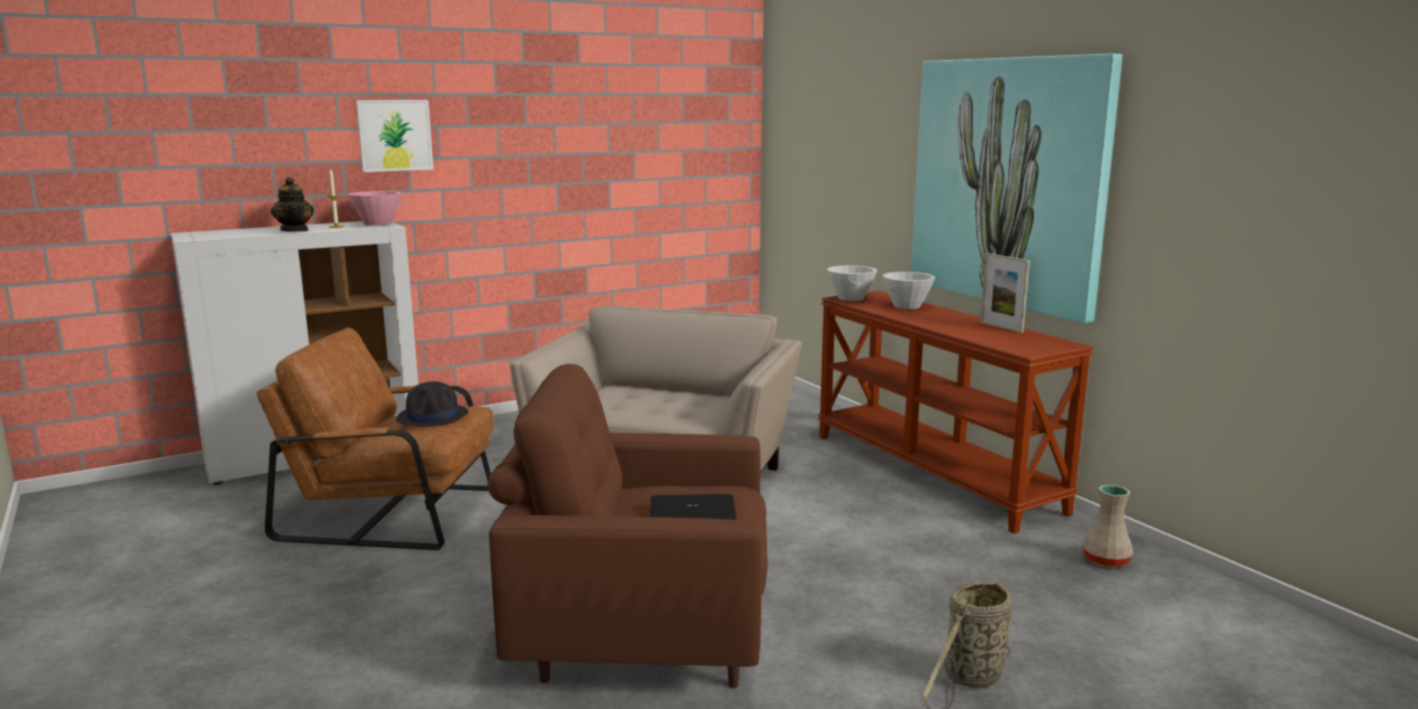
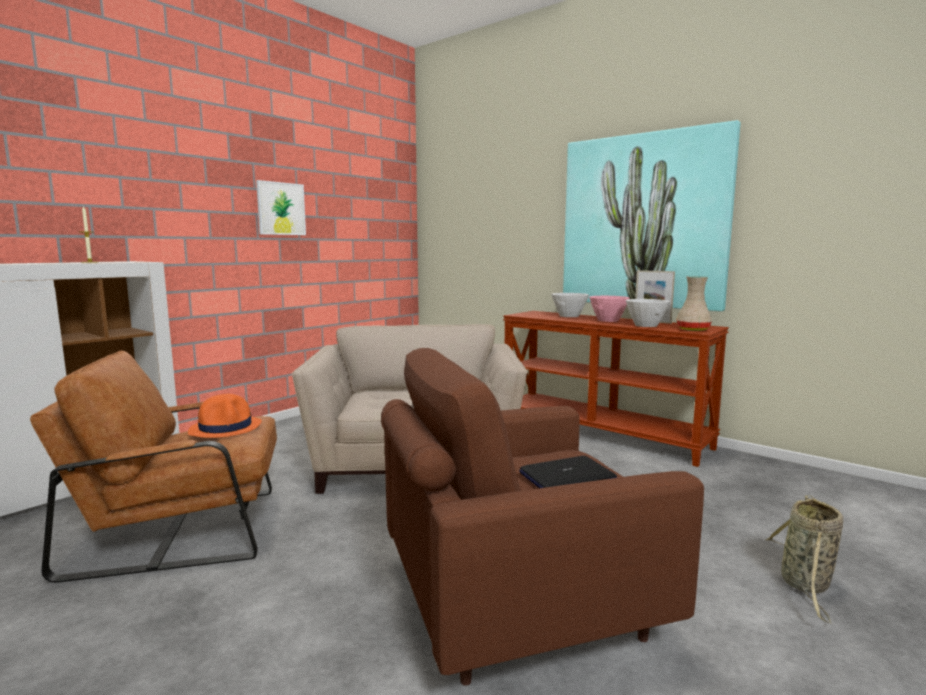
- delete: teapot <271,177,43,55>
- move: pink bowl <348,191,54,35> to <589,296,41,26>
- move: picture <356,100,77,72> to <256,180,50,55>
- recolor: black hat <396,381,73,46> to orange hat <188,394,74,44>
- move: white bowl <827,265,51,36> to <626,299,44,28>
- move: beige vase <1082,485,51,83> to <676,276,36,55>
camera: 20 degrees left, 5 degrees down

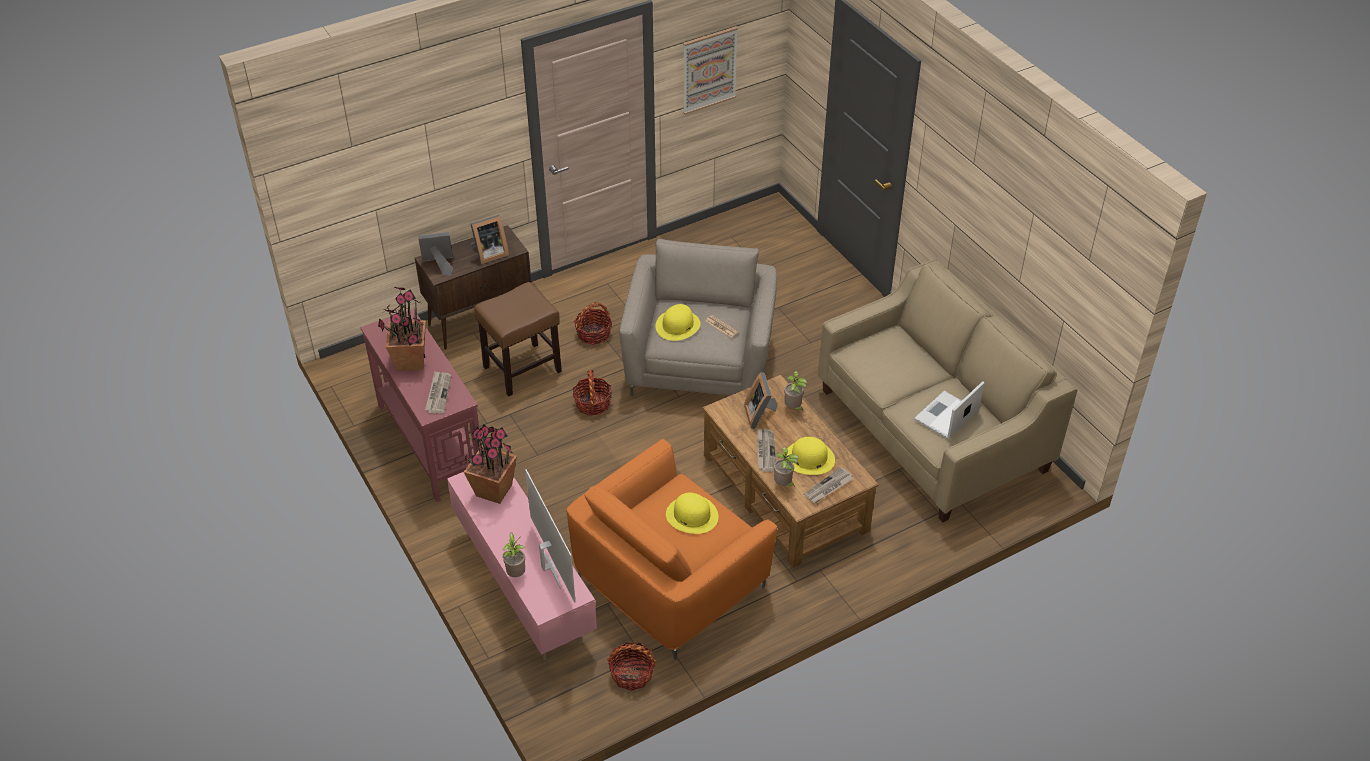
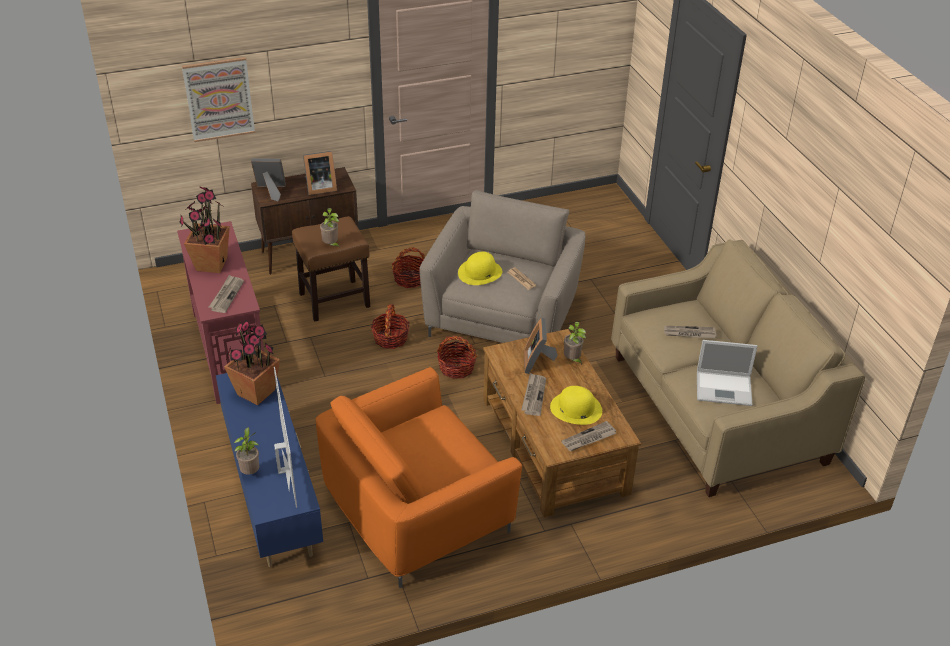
- recolor: pink tv stand <447,472,150,189> to blue tv stand <216,373,107,194>
- move: basket <607,642,49,49> to <437,335,40,44>
- delete: yellow hat <666,493,53,41>
- move: picture <683,26,55,89> to <182,57,73,85>
- move: potted plant <774,447,25,40> to <320,208,20,40>
- rotate: laptop <914,381,71,58> = <697,340,60,66> 135 degrees counterclockwise
- insert: newspaper <664,326,53,13>
camera: 10 degrees right, 5 degrees down

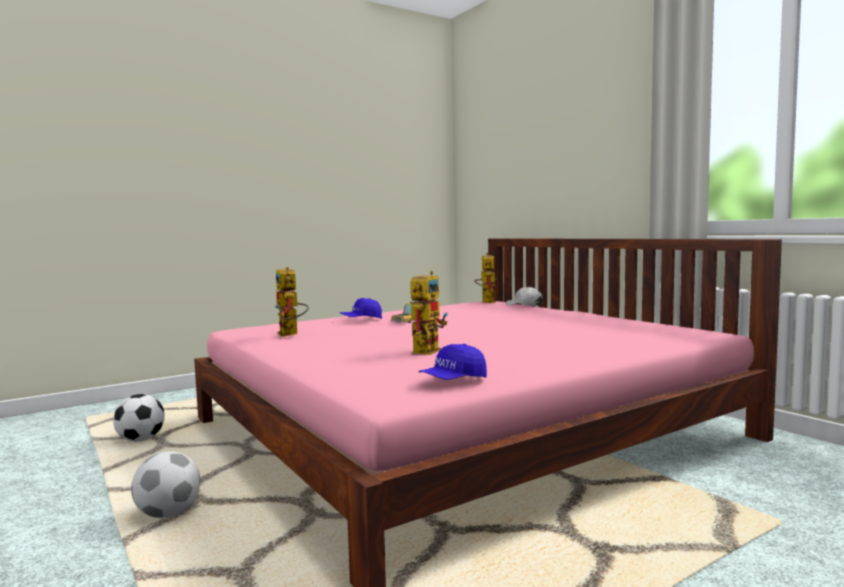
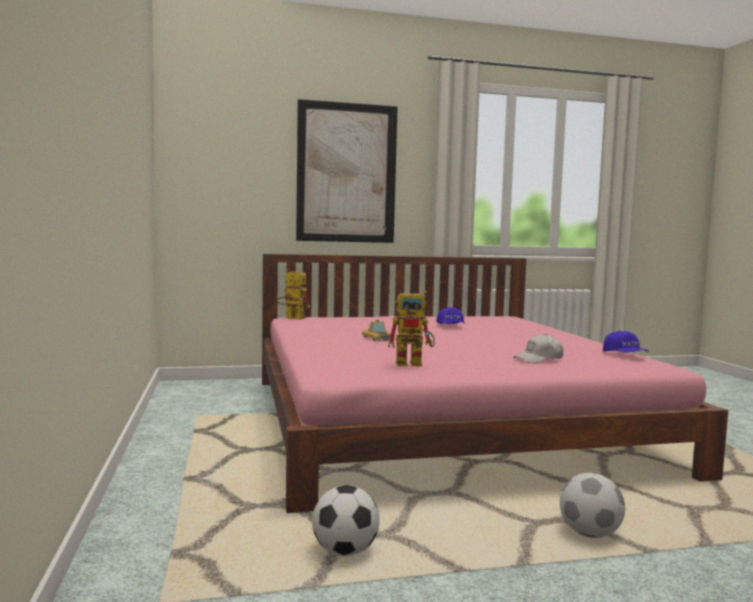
- move: blue cap <339,298,43,21> to <436,307,29,17>
- delete: toy robot <411,271,37,84>
- move: white cap <506,287,37,19> to <513,334,51,29>
- insert: picture <296,99,102,144>
camera: 70 degrees left, 0 degrees up

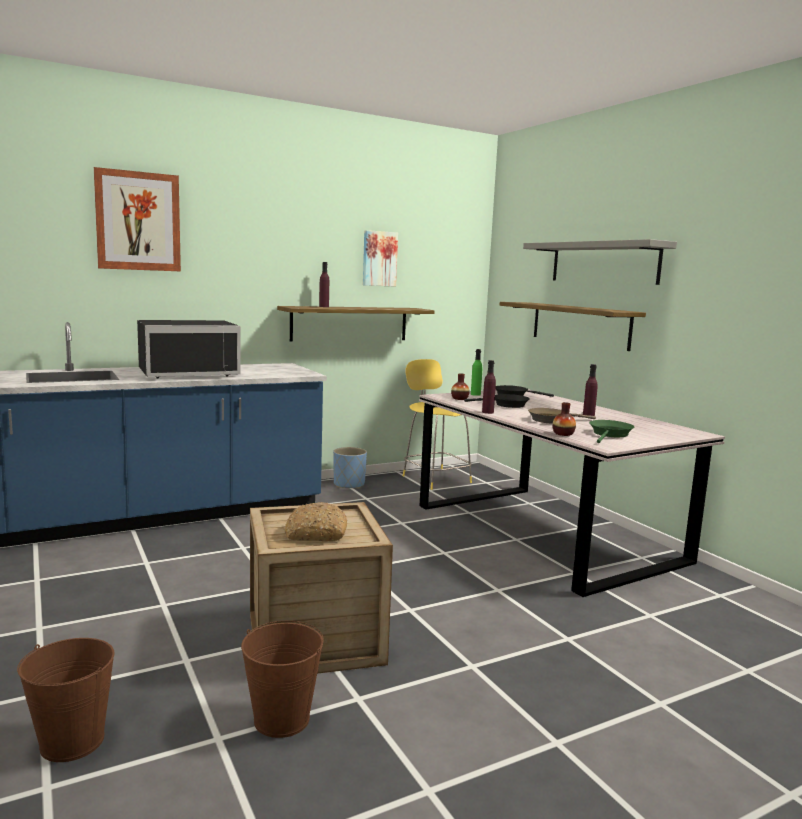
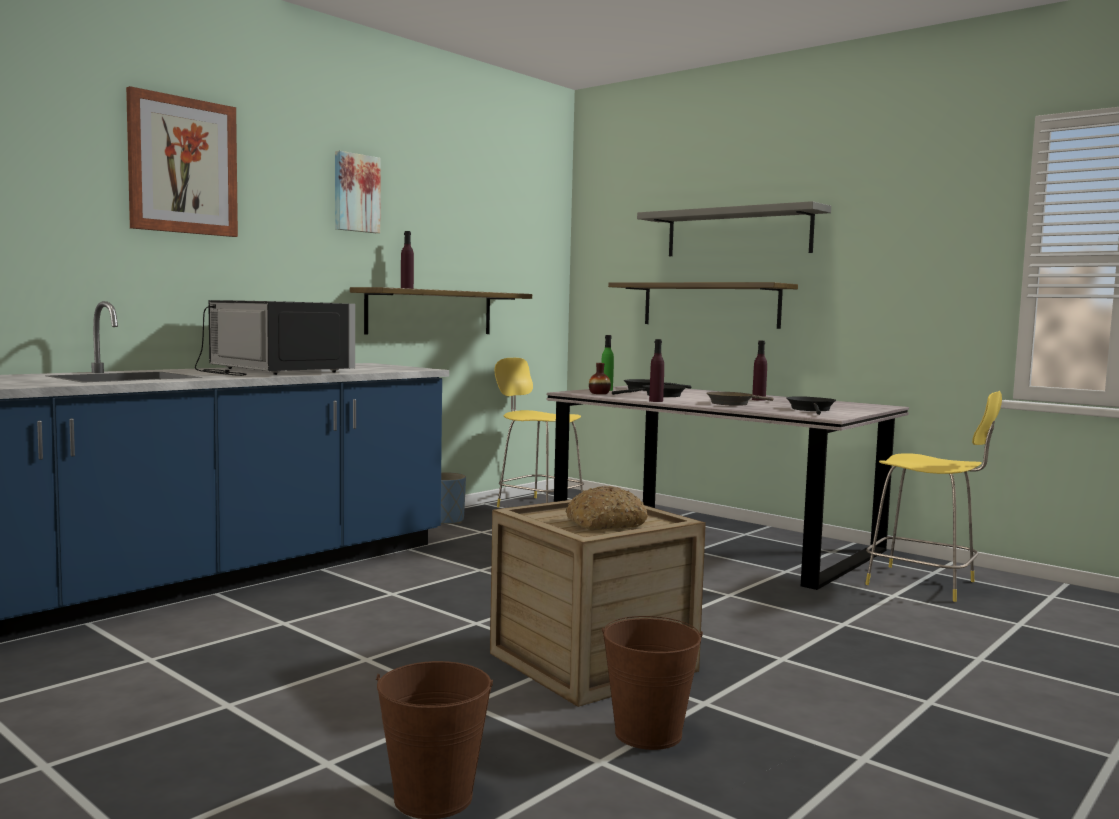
- rotate: black microwave <137,320,104,59> = <195,300,160,76> 90 degrees counterclockwise
- move: picture <363,230,35,57> to <335,151,46,82>
- delete: vase <553,402,23,34>
- recolor: green frying pan <589,420,46,23> to black frying pan <787,396,49,19>
- insert: yellow stool <865,391,137,211>
camera: 20 degrees left, 5 degrees down

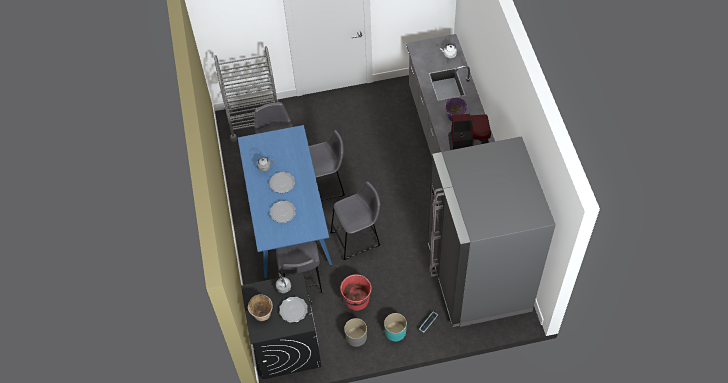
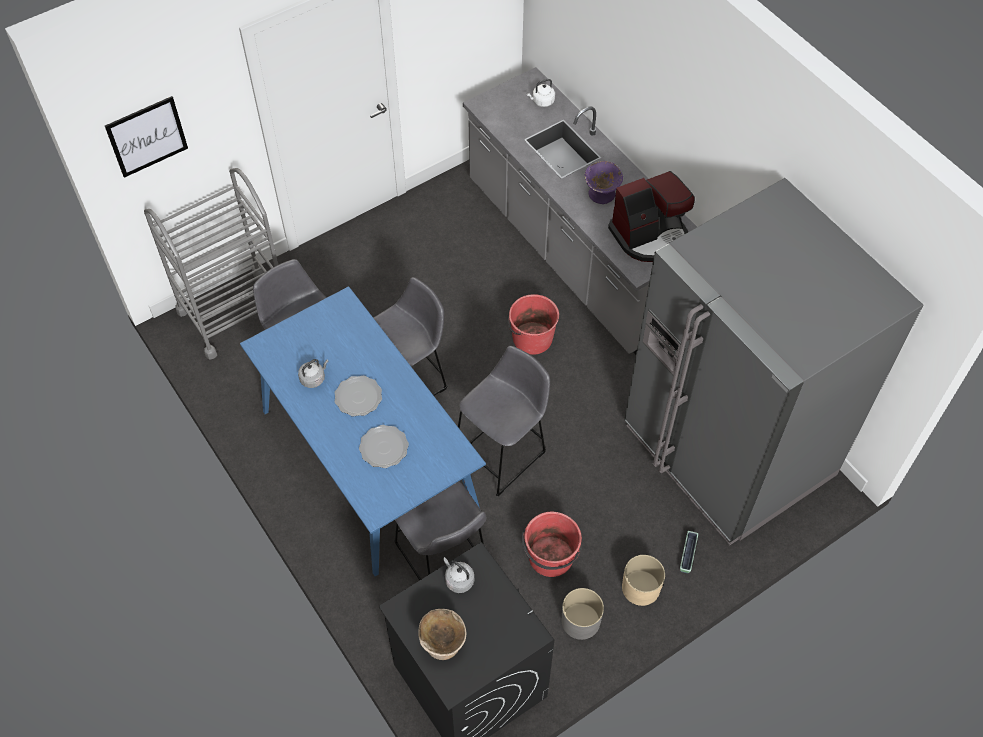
- delete: plate <279,297,29,26>
- recolor: turquoise planter <384,313,23,28> to beige planter <622,555,43,51>
- insert: picture <105,96,83,82>
- insert: red bucket <508,294,51,61>
camera: 25 degrees left, 0 degrees up

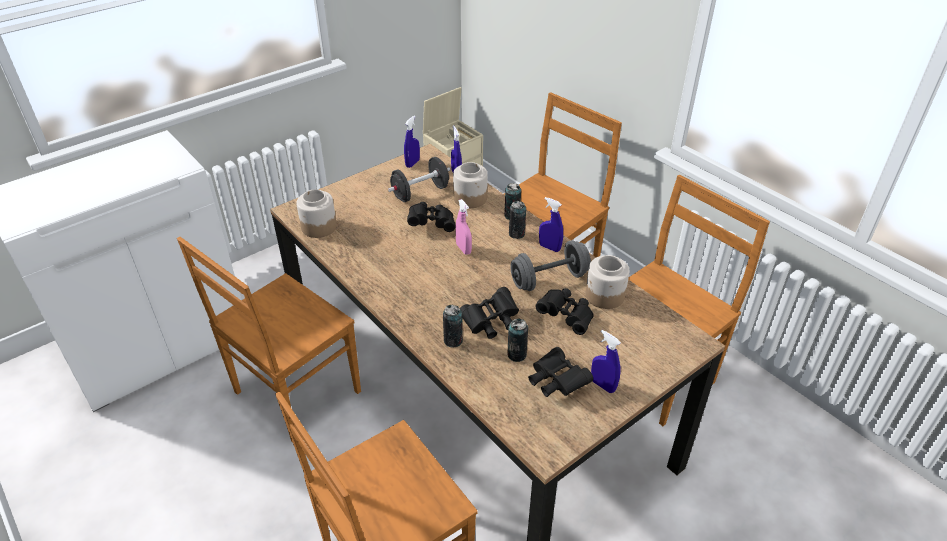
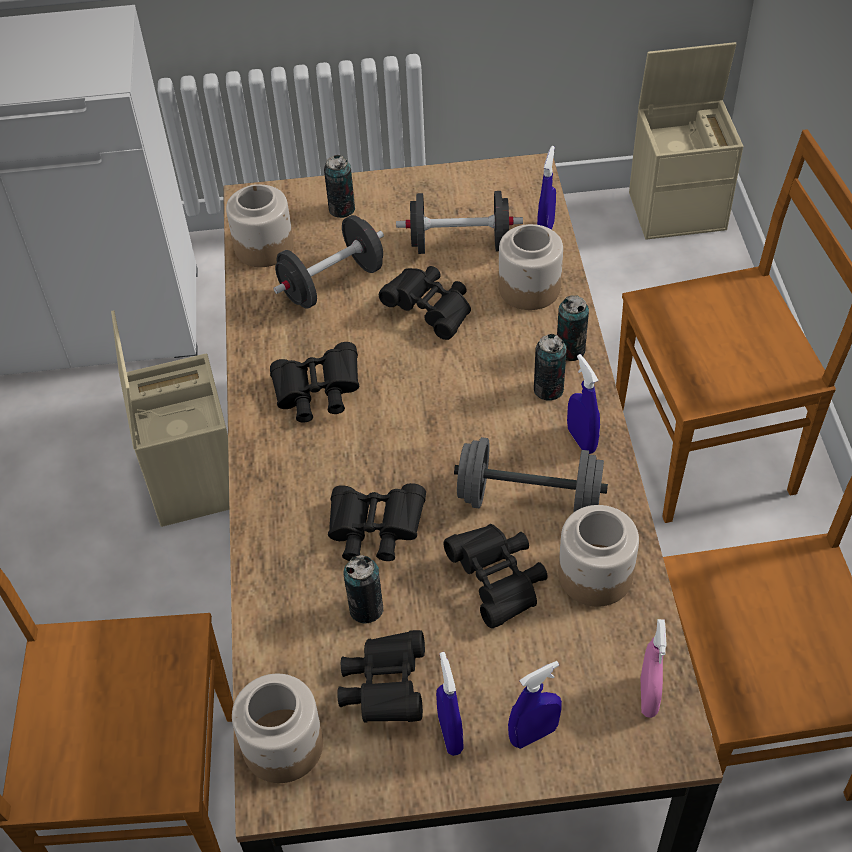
- replace: brown chair <177,237,184,204> to beige storage box <111,311,118,216>
- move: blue spray bottle <404,115,16,53> to <508,661,54,88>
- move: can <443,305,20,42> to <324,155,31,63>
- move: pink spray bottle <456,199,16,56> to <641,619,25,99>
- insert: jar <232,674,91,109>
- insert: black binoculars <270,342,89,81>
- insert: black dumbbell <273,215,111,94>
camera: 35 degrees right, 10 degrees up

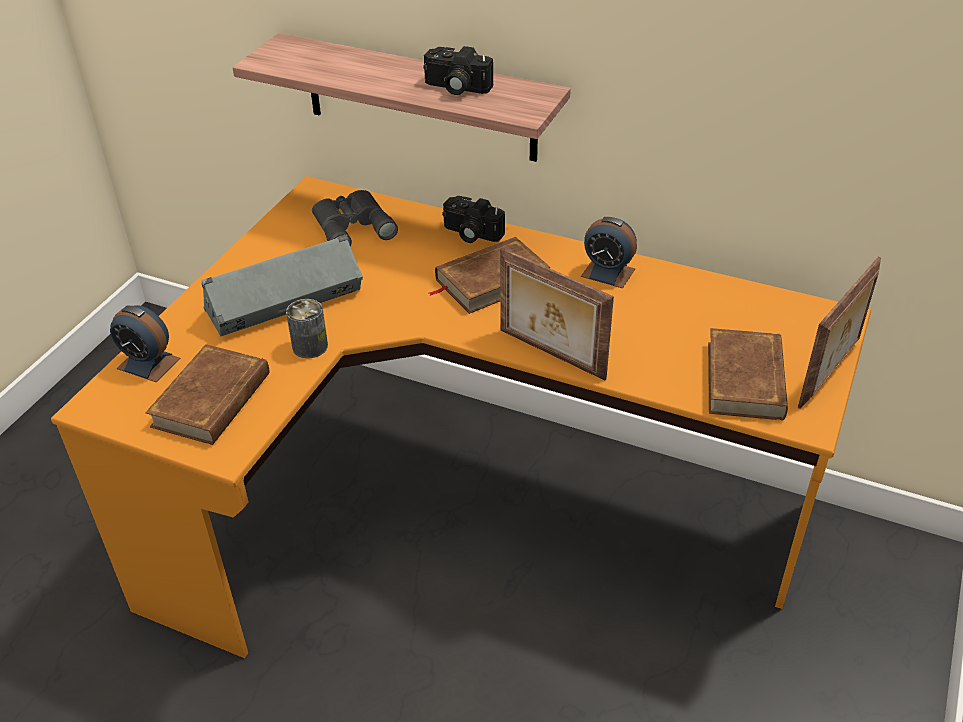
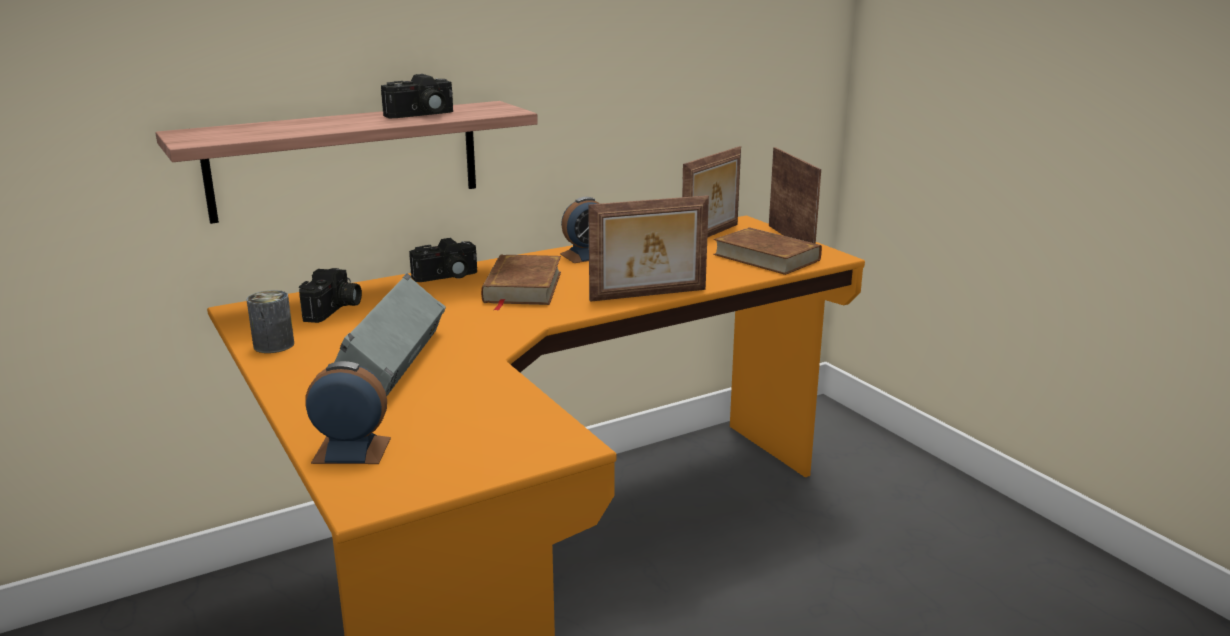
- rotate: alarm clock <110,305,71,77> = <305,361,86,103> 150 degrees counterclockwise
- delete: brown book <145,344,124,101>
- move: can <286,299,42,59> to <246,290,48,63>
- replace: grey binoculars <312,190,86,56> to photo camera <299,268,63,55>
- insert: picture frame <682,146,59,92>
camera: 55 degrees left, 20 degrees down

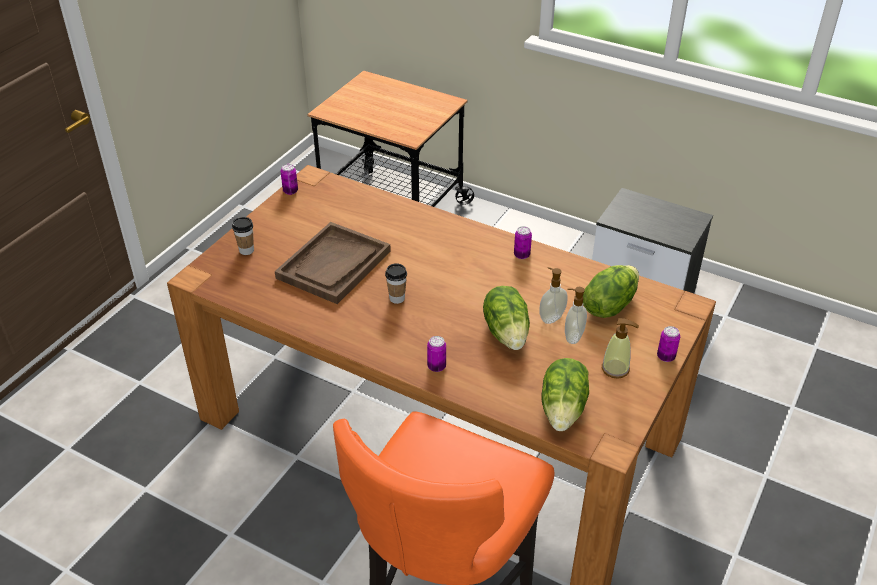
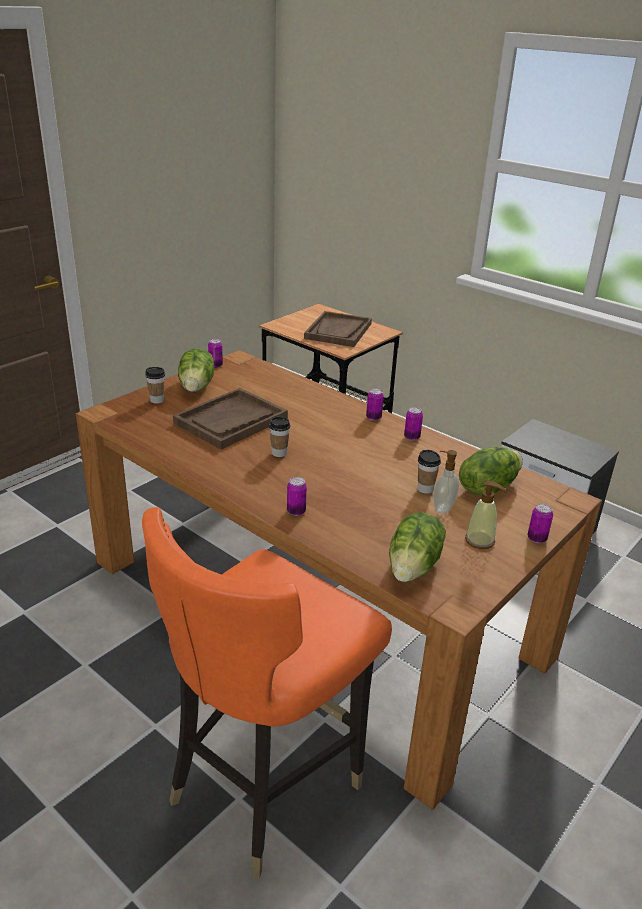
- move: lettuce <483,286,47,64> to <178,349,36,43>
- replace: soap dispenser <539,267,29,57> to cup <418,450,23,44>
- insert: brown tray <304,311,68,36>
- insert: can <366,389,18,32>
camera: 10 degrees right, 10 degrees down

